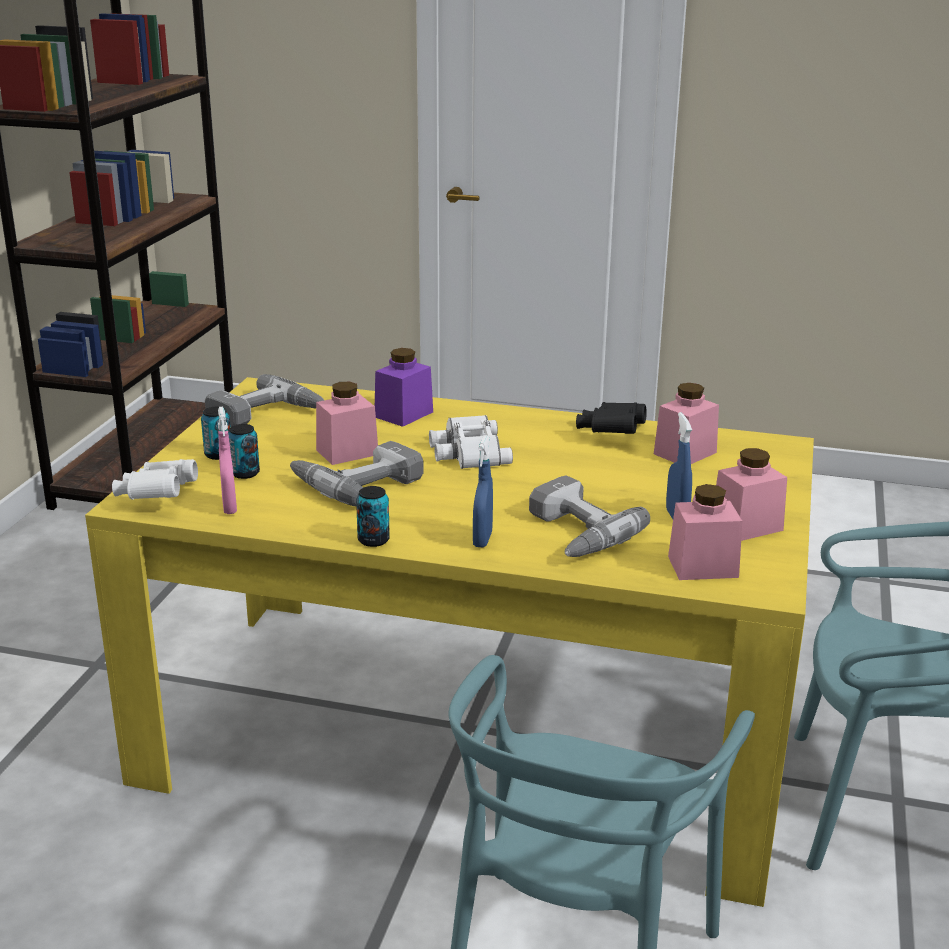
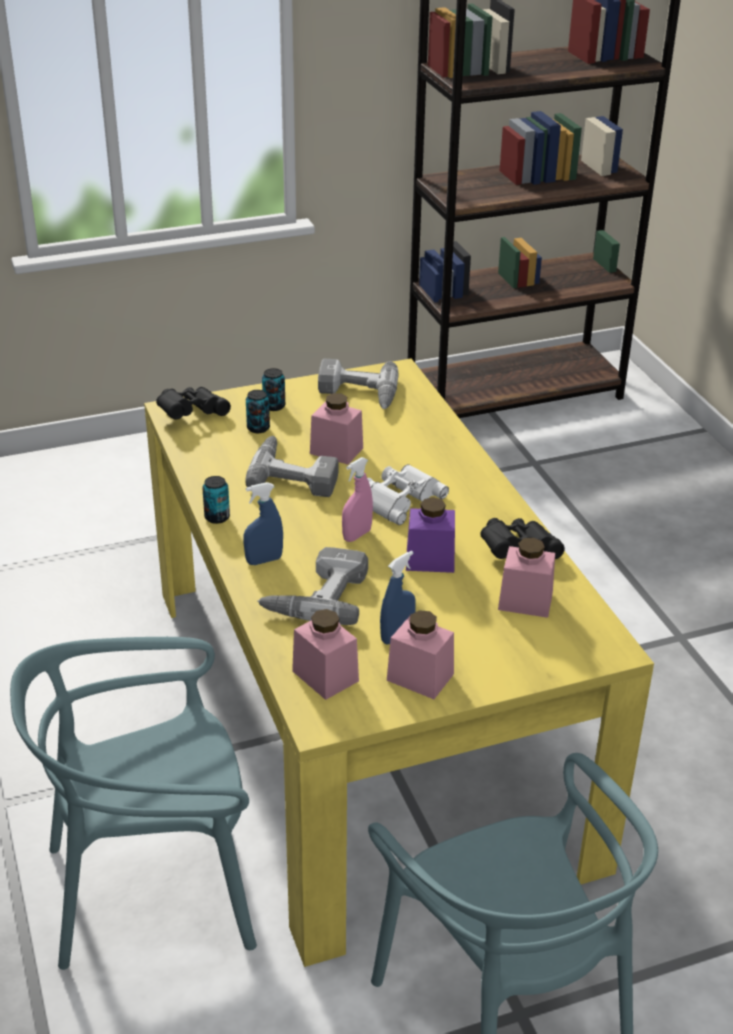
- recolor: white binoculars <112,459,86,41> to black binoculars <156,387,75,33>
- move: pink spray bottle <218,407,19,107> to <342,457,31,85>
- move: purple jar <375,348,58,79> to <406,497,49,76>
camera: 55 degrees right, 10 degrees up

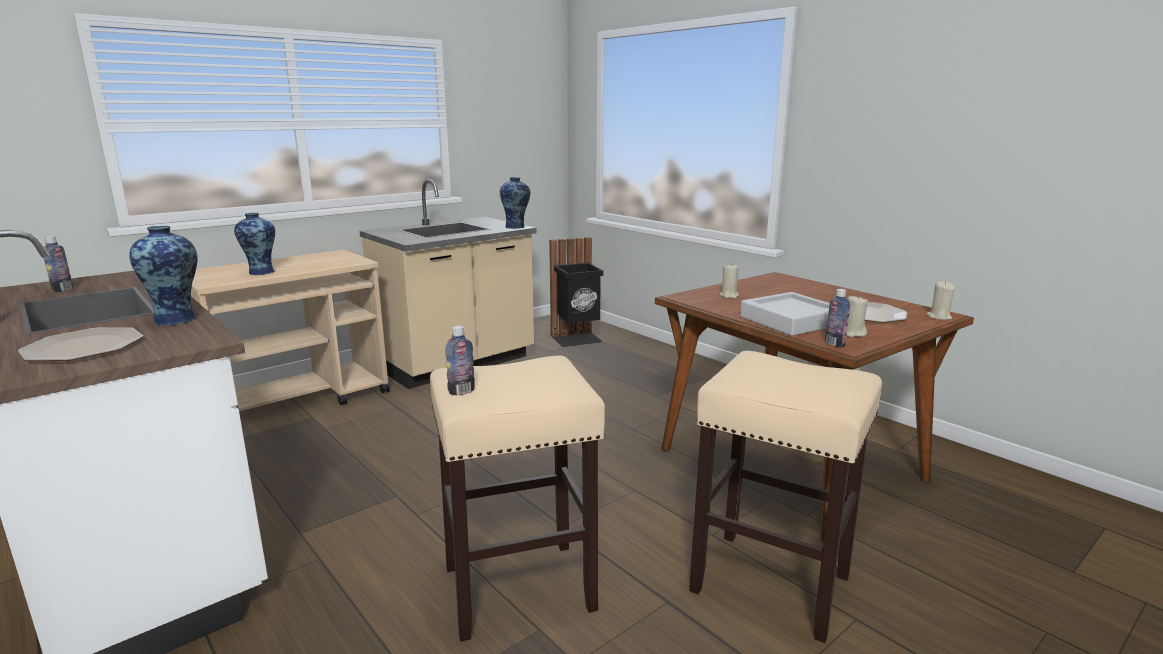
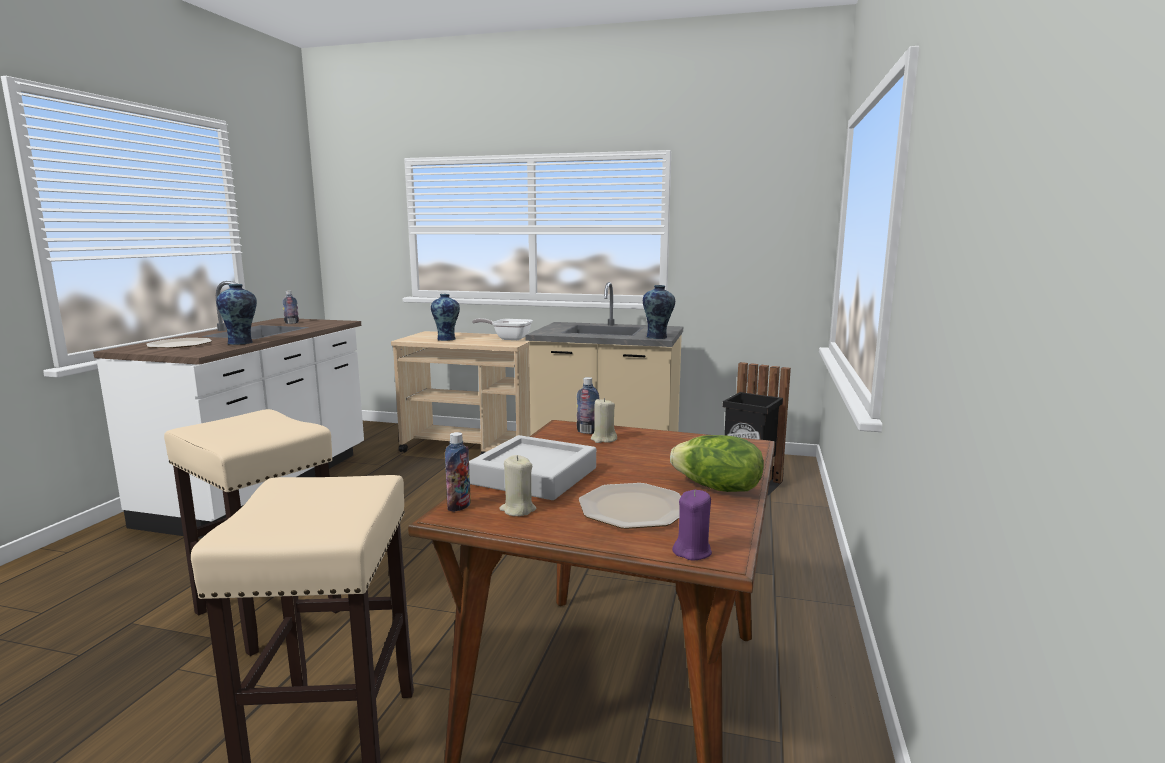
- move: bottle <445,326,30,69> to <577,377,23,57>
- recolor: beige candle <926,281,29,39> to purple candle <672,490,40,70>
- insert: frying pan <472,318,61,22>
- insert: lettuce <670,435,94,57>
camera: 55 degrees right, 5 degrees down

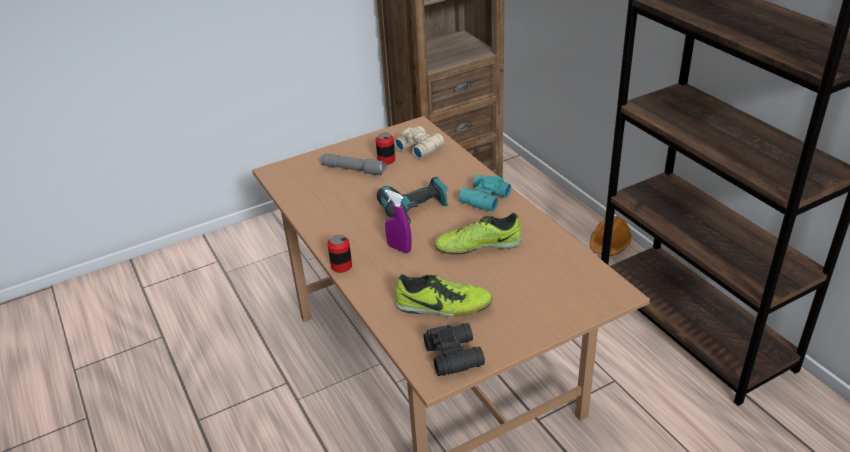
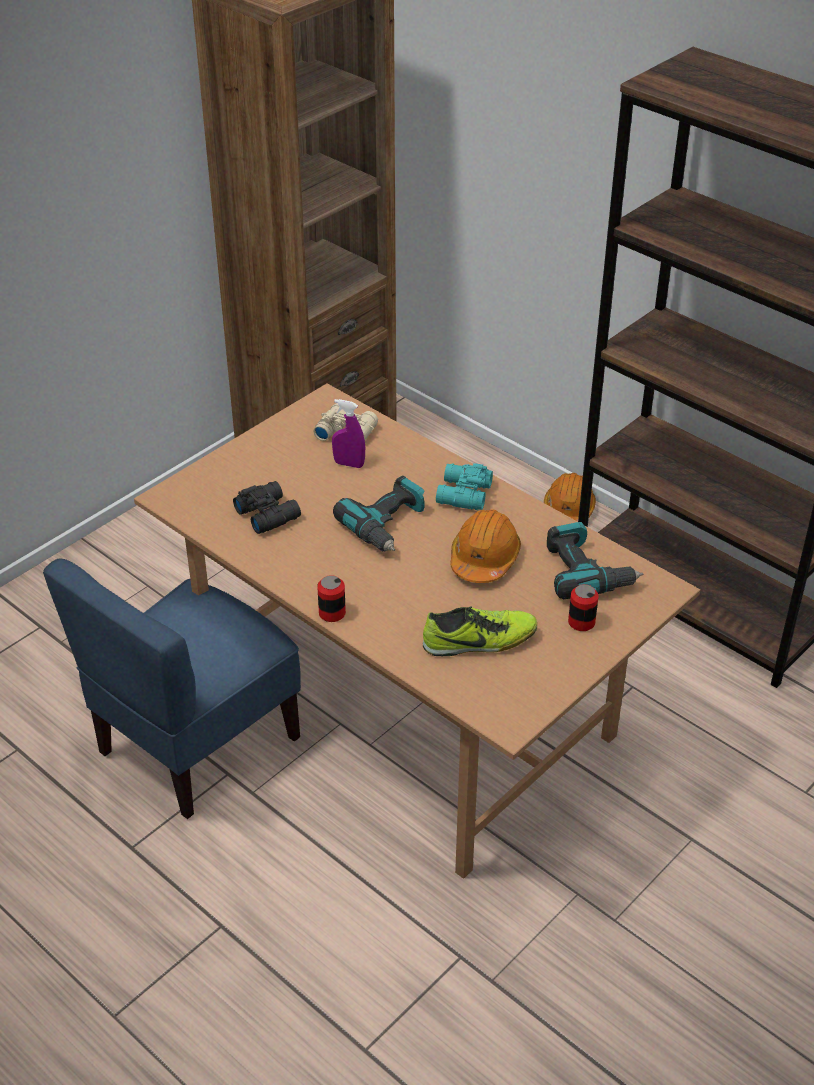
- delete: grey flashlight <321,153,66,22>
- move: can <376,133,19,32> to <568,584,30,47>
- move: purple spray bottle <385,190,27,63> to <332,399,33,69>
- move: black binoculars <424,323,61,53> to <233,481,68,53>
- replace: shoe <434,213,87,42> to orange hard hat <450,509,71,74>
- insert: blue chair <43,558,258,261>
- insert: power drill <547,522,97,77>
camera: 20 degrees left, 5 degrees up

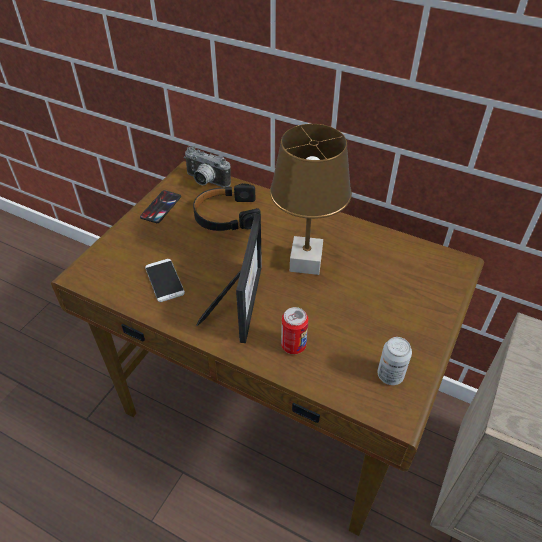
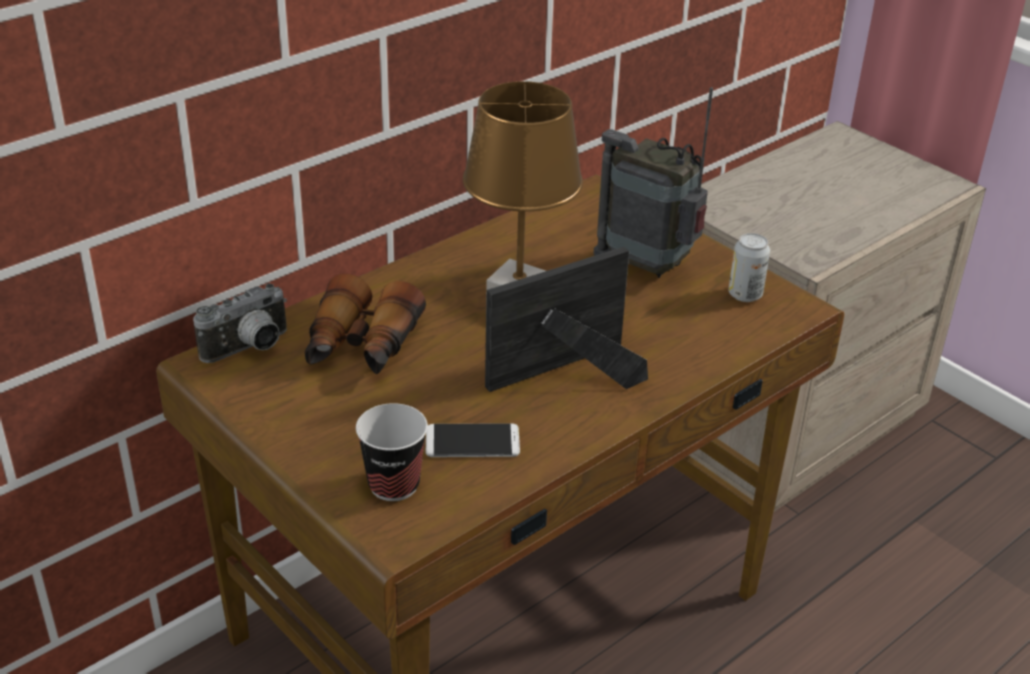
- delete: phone <140,190,41,33>
- replace: black headphones <193,183,68,48> to binoculars <304,274,122,100>
- rotate: picture frame <196,214,66,129> = <485,247,163,145> 60 degrees counterclockwise
- delete: can <281,307,27,47>
- insert: cup <356,403,72,98>
- insert: radio <594,87,119,191>
camera: 70 degrees left, 10 degrees down

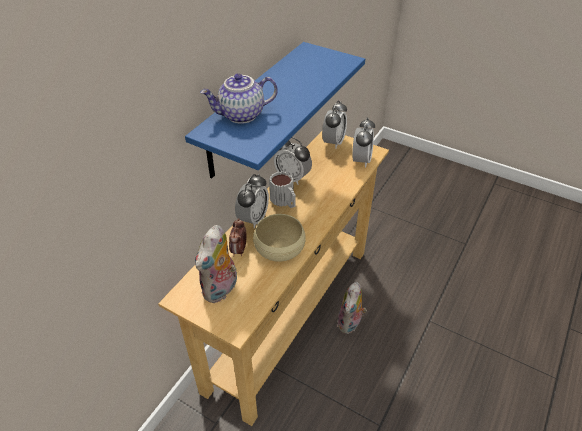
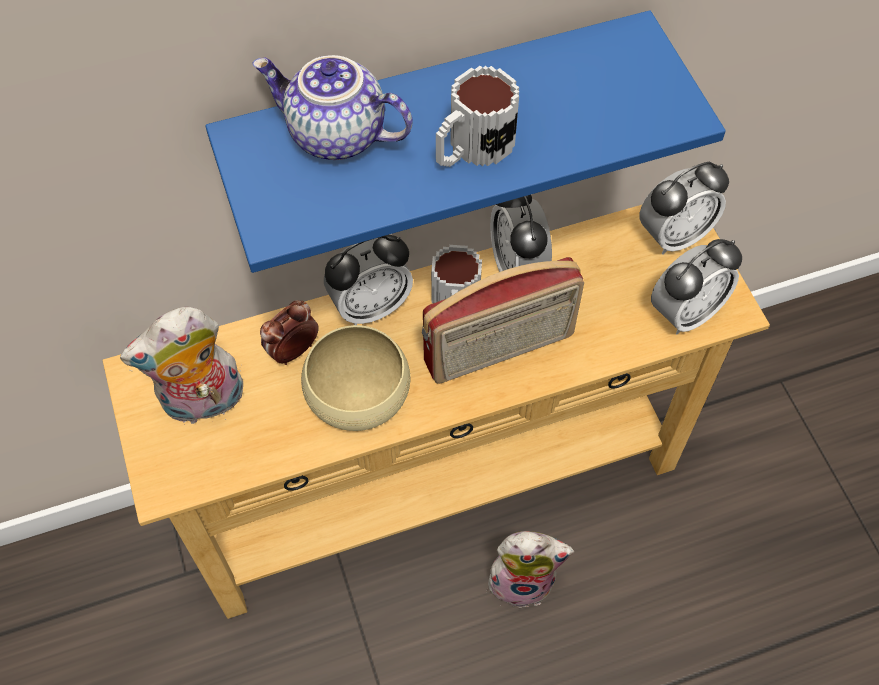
- rotate: plush toy <337,282,30,52> = <488,531,86,77> 150 degrees counterclockwise
- insert: radio <422,257,162,127>
- insert: mug <436,66,83,101>
camera: 40 degrees right, 15 degrees up

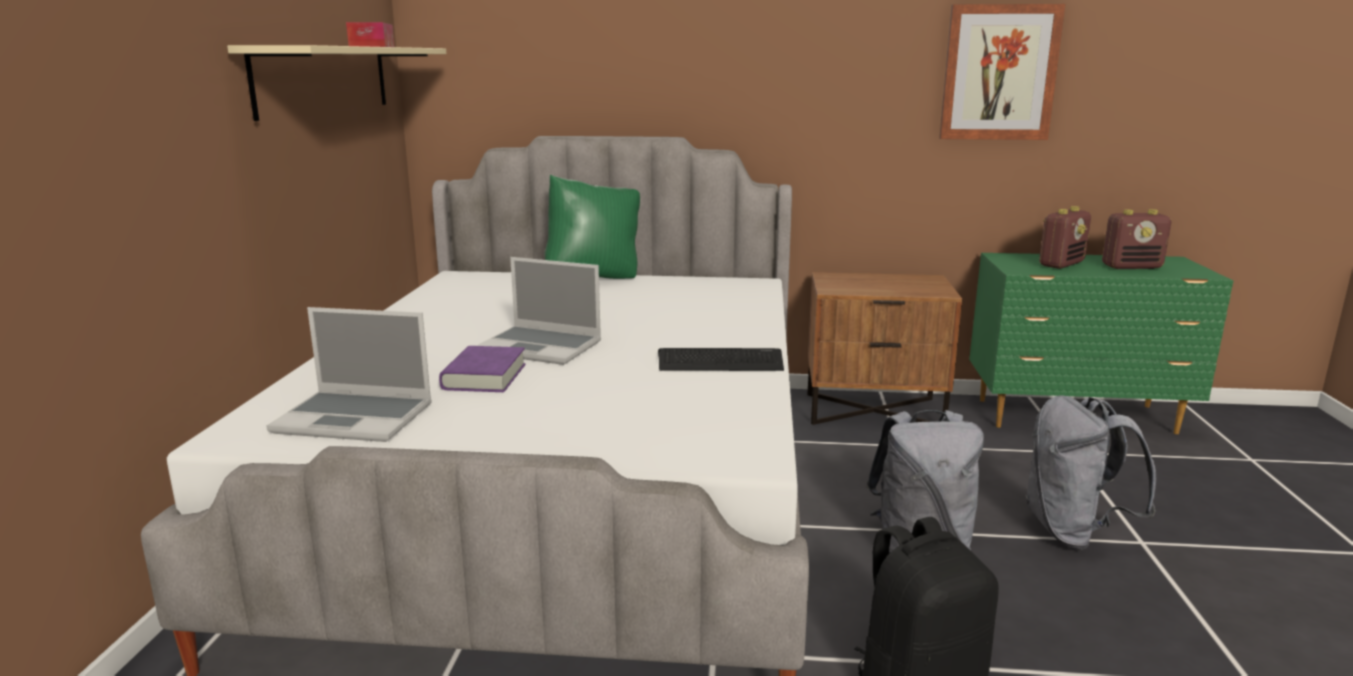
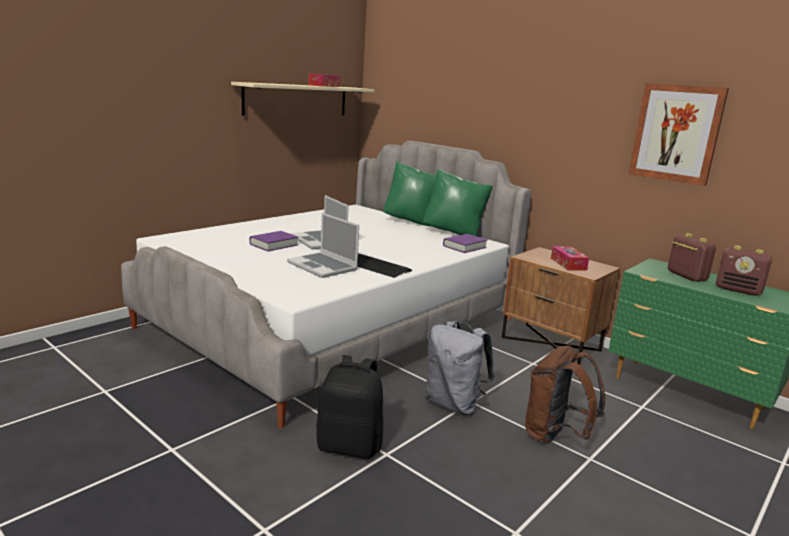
- move: laptop <267,307,165,135> to <287,213,72,65>
- recolor: grey backpack <1025,395,131,155> to brown backpack <525,345,80,99>
- rotate: radio <1039,206,52,63> = <668,233,48,49> 105 degrees counterclockwise
- insert: green pillow <423,169,70,67>
- insert: purple book <443,234,44,19>
- insert: tissue box <551,246,38,25>
camera: 35 degrees right, 0 degrees up

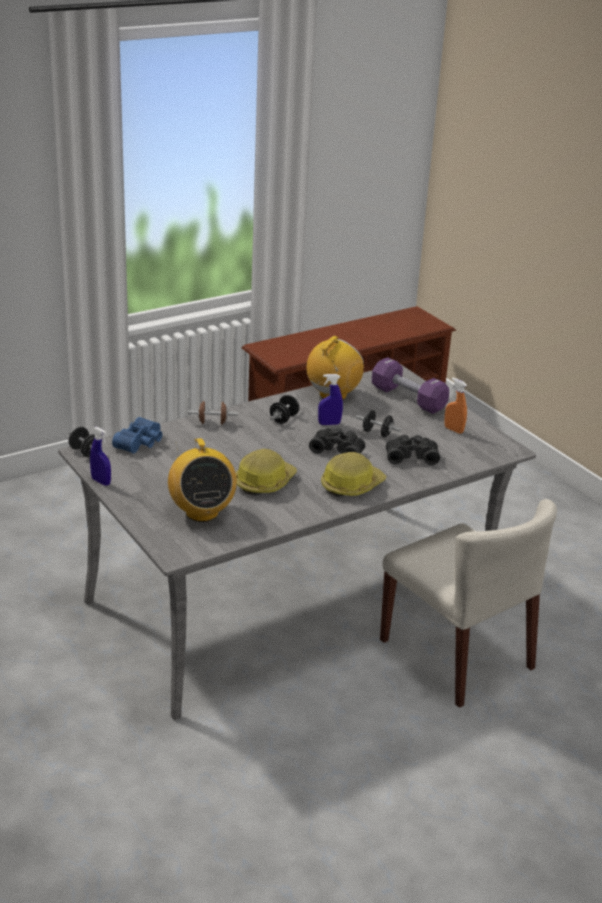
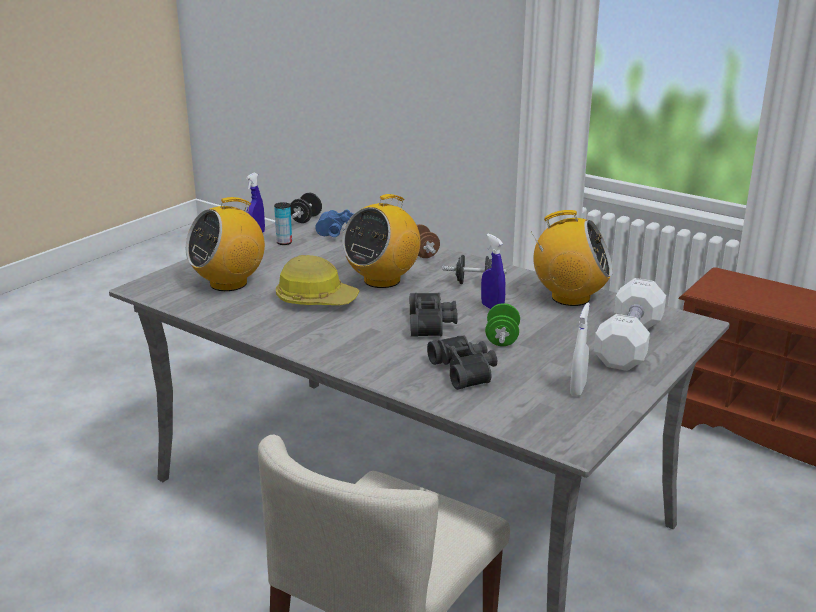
- delete: hard hat <321,452,65,45>
- recolor: black dumbbell <356,410,46,27> to green dumbbell <485,303,35,43>
- recolor: purple dumbbell <372,357,77,57> to white dumbbell <594,278,72,93>
- recolor: orange spray bottle <444,378,23,56> to white spray bottle <570,302,20,94>
- insert: can <274,202,18,43>
- insert: radio <342,194,78,94>
camera: 70 degrees right, 5 degrees down

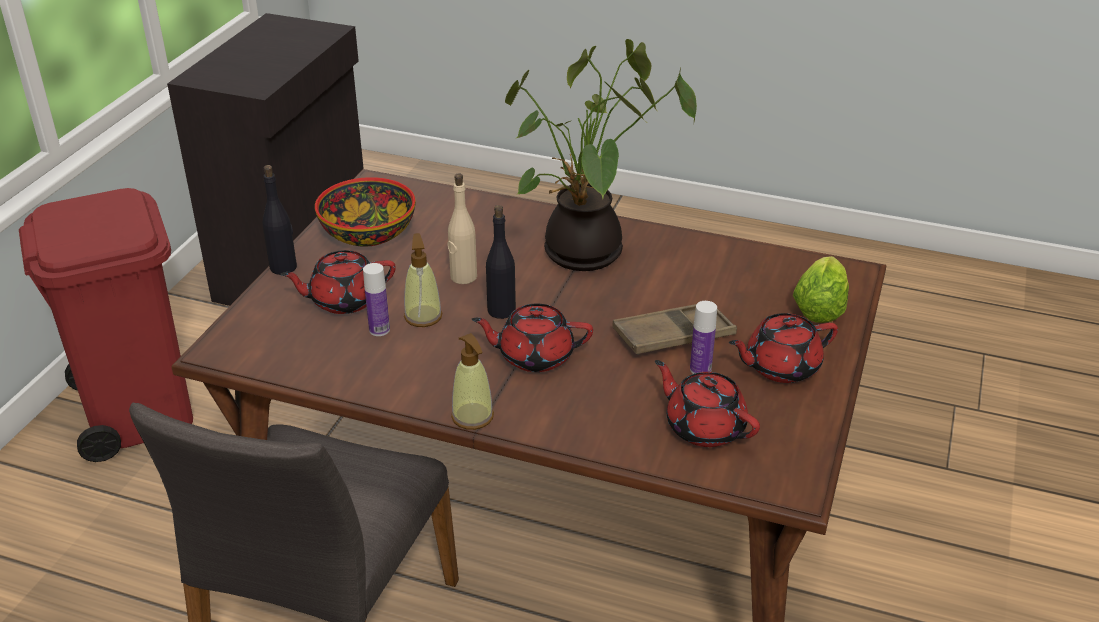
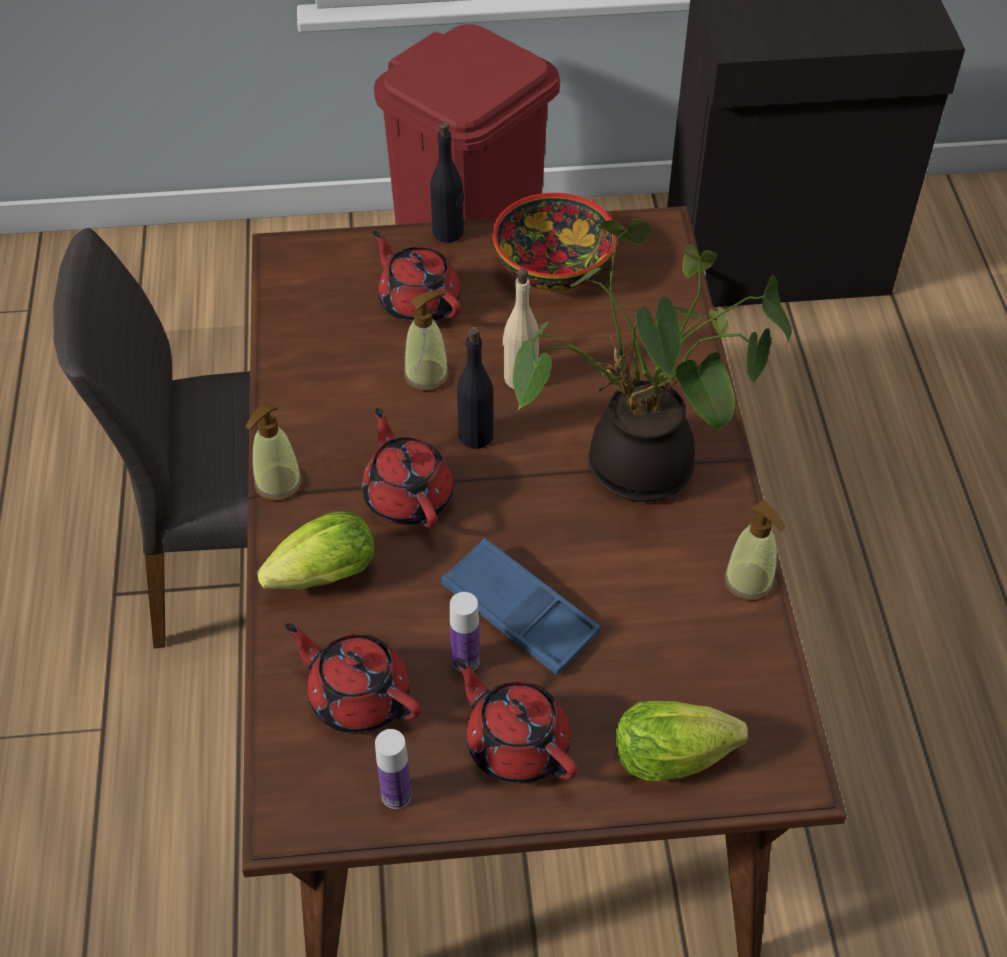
- move: bottle <363,263,27,73> to <375,729,37,80>
- recolor: brown tray <612,304,125,51> to blue tray <441,538,159,138>
- rotate: red teapot <655,360,105,87> = <285,623,136,111> 75 degrees counterclockwise
- insert: lettuce <257,511,117,79>
- insert: soap dispenser <723,500,63,101>
camera: 65 degrees right, 15 degrees up

